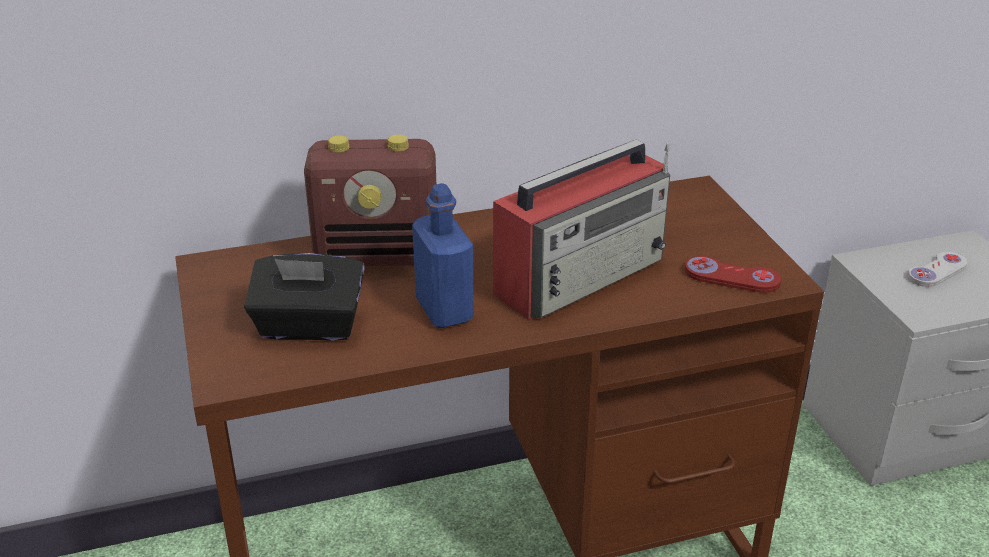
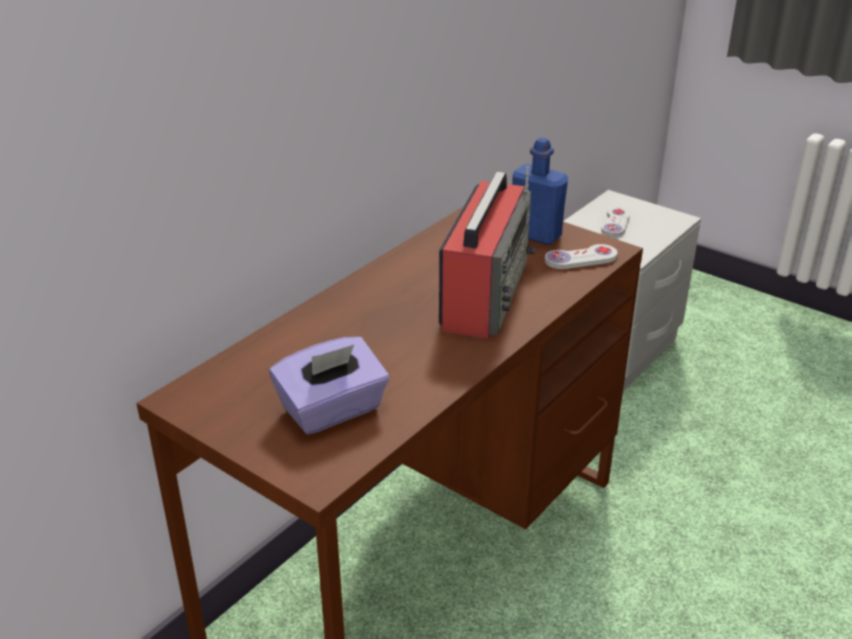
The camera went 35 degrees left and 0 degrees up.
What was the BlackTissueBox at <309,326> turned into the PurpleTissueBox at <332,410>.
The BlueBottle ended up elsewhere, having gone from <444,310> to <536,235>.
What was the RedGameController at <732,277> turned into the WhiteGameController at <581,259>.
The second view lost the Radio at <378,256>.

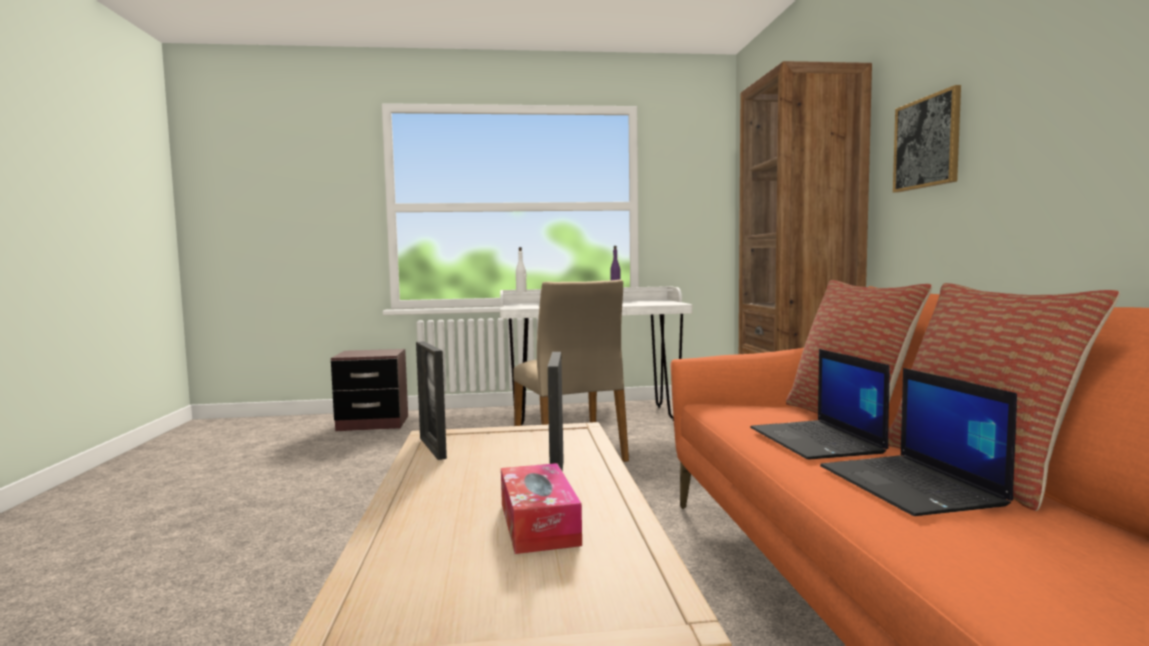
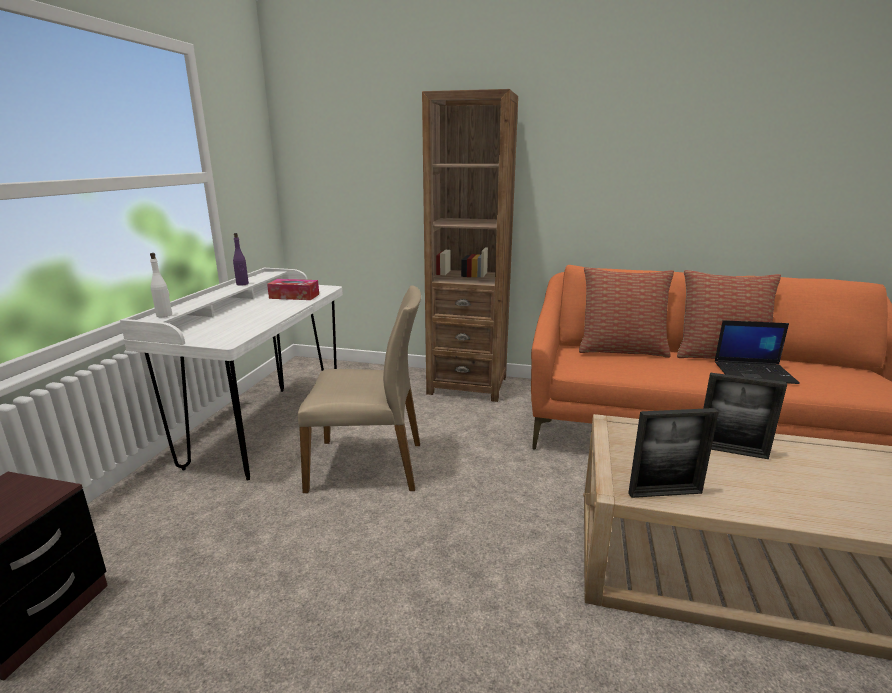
The camera went 70 degrees left and 15 degrees up.
The TissueBox ended up elsewhere, having gone from <538,523> to <294,296>.
The second view lost the Laptop at <817,441>.
The second view lost the Picture at <927,142>.

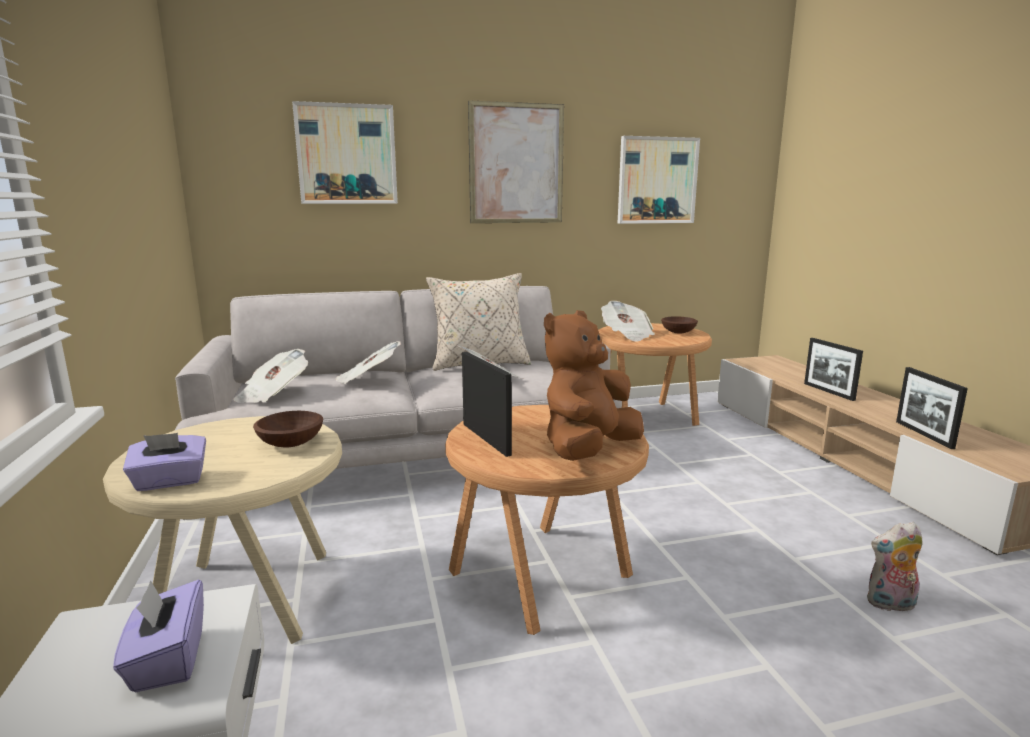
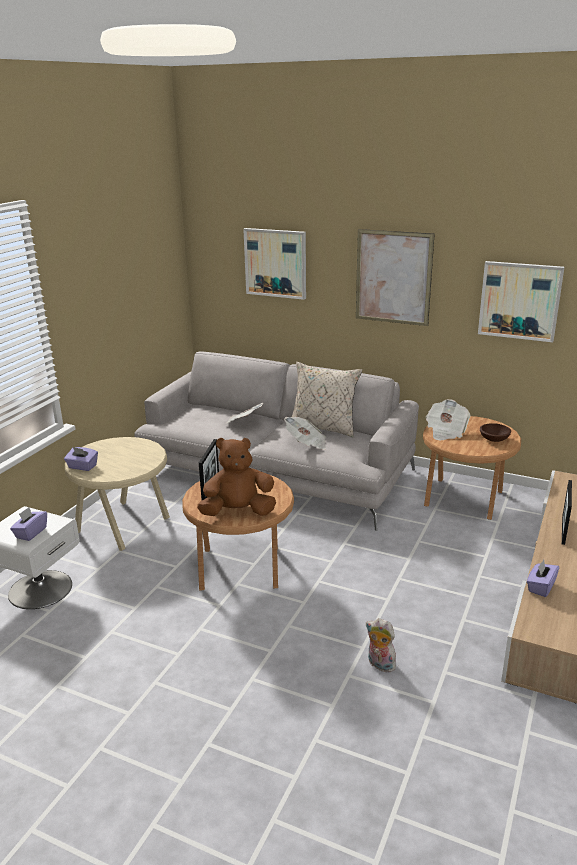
The camera went 40 degrees right and 10 degrees up.
Where the PictureFrame stood at <924,434>, the PurpleTissueBox came to stand at <540,587>.
The second view lost the Newspaper at <273,395>.
The second view lost the BrownBowl at <291,443>.

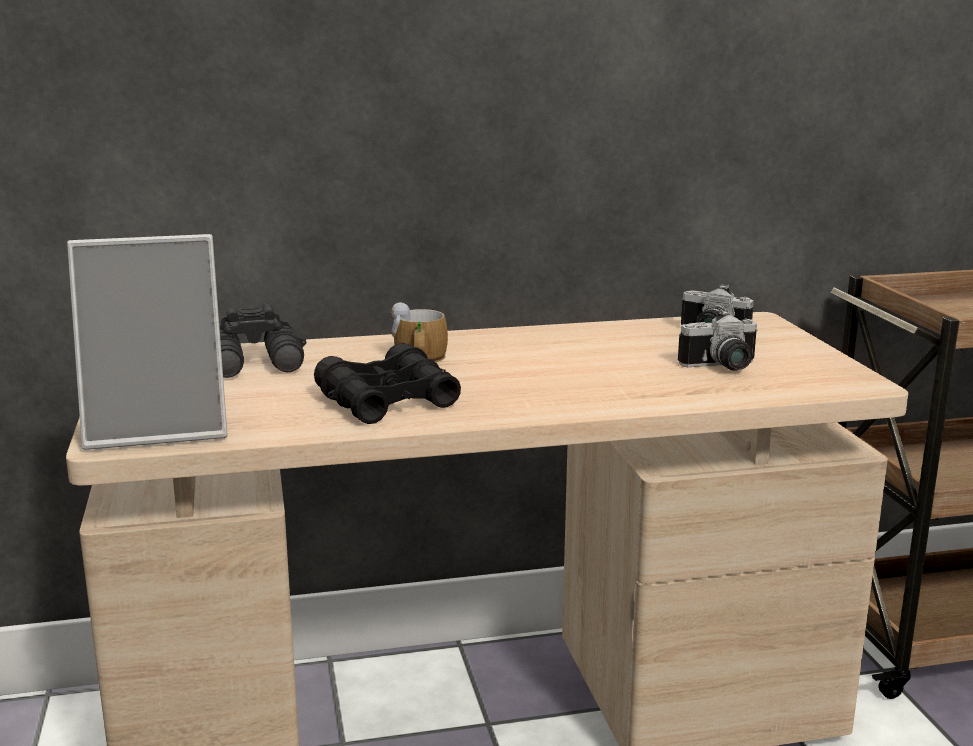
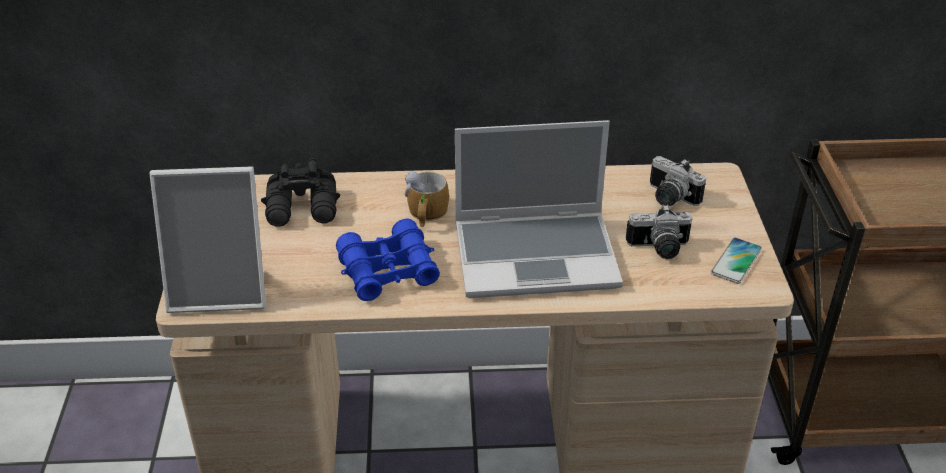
The camera went 10 degrees right and 20 degrees up.
What was the BlackBinoculars at <388,401> turned into the BlueBinoculars at <388,270>.
The second view gained the Laptop at <537,255>.
The second view gained the Phone at <736,261>.

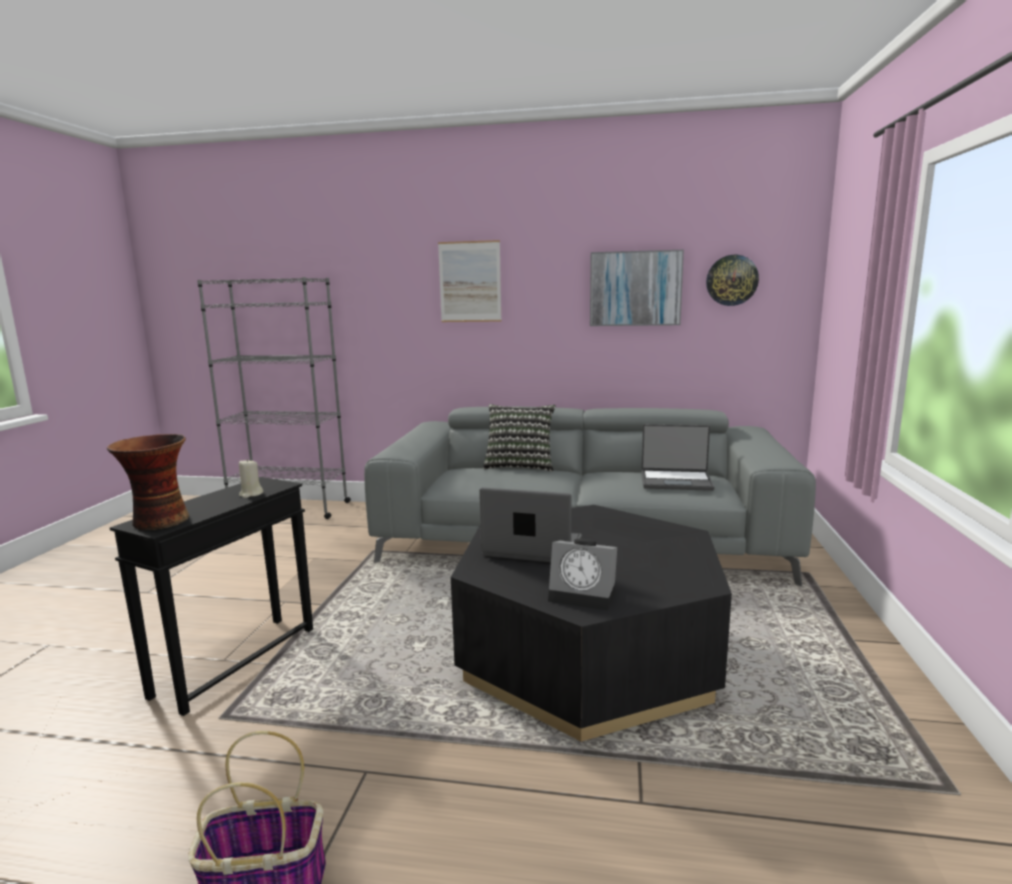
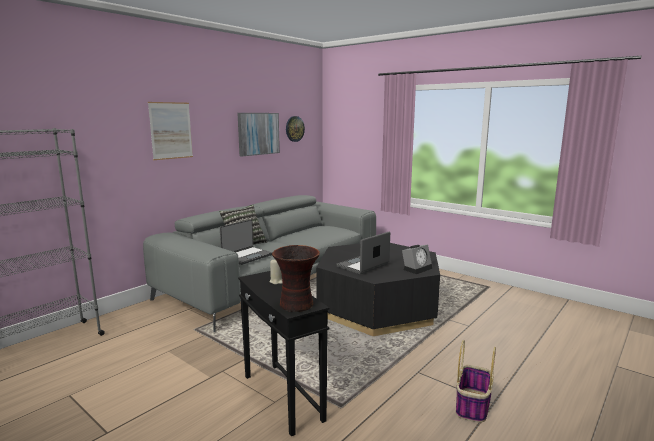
The camera went 60 degrees left and 0 degrees up.
The Laptop ended up elsewhere, having gone from <676,481> to <246,256>.

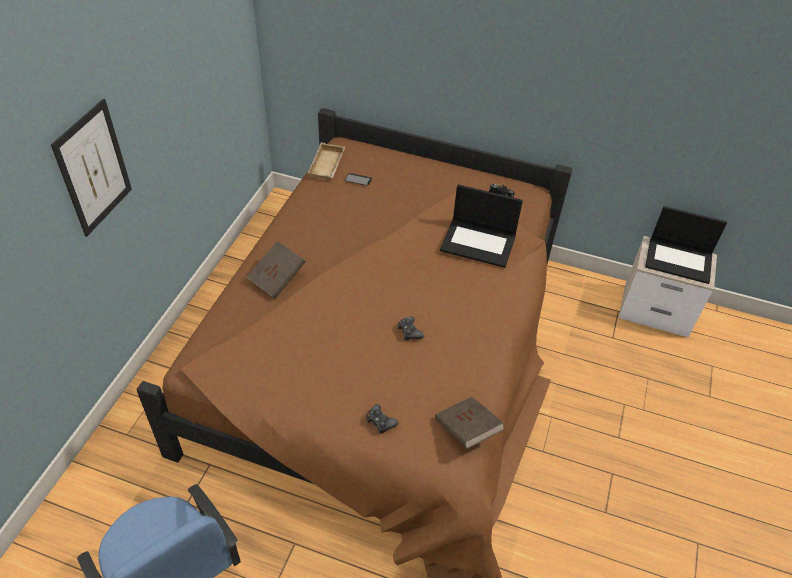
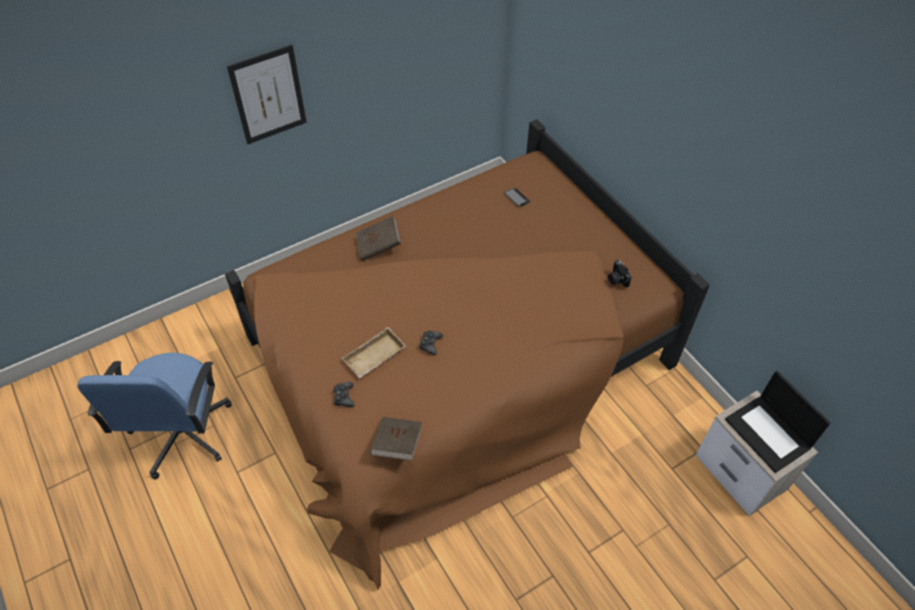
The camera went 40 degrees right and 5 degrees up.
The BeigeTray ended up elsewhere, having gone from <328,165> to <375,357>.
The second view lost the Laptop at <479,243>.

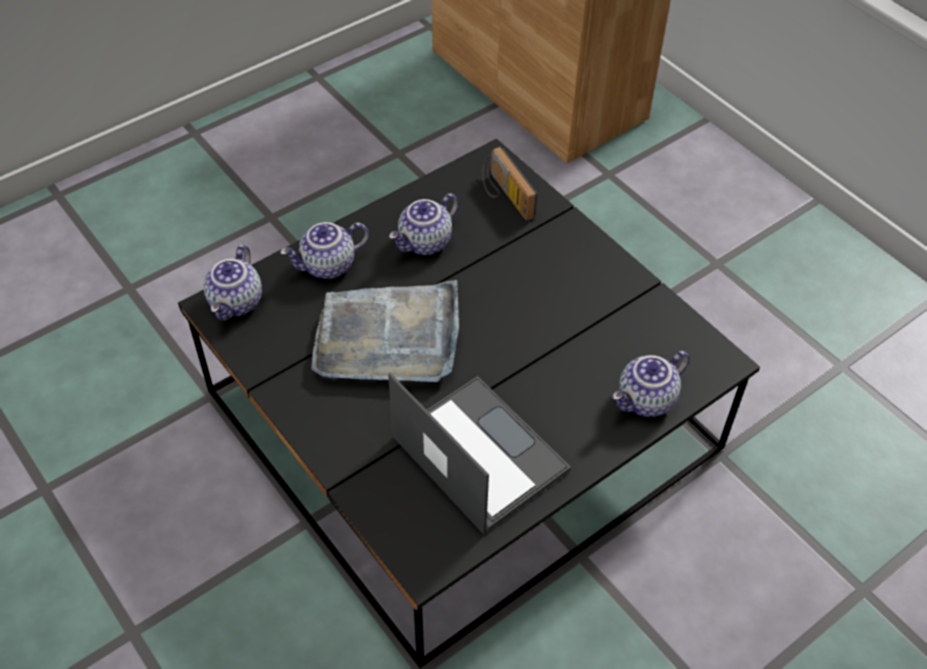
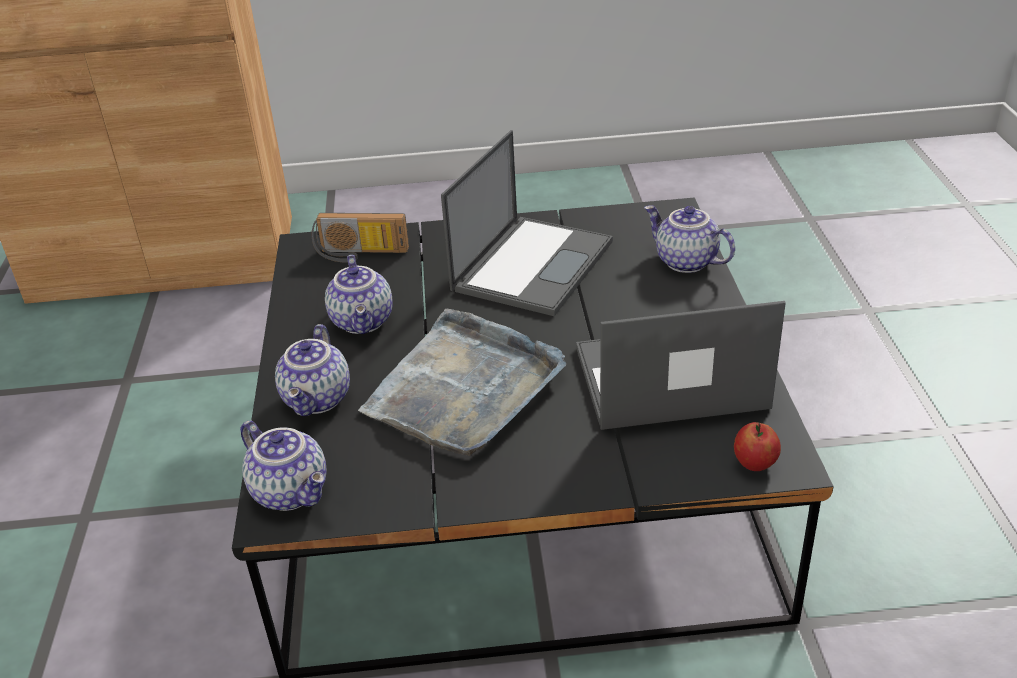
The camera went 55 degrees left and 15 degrees down.
The second view gained the Laptop at <533,264>.
The Teapot at <646,401> ended up facing another way, 135 degrees clockwise from before.
The second view gained the Apple at <755,464>.

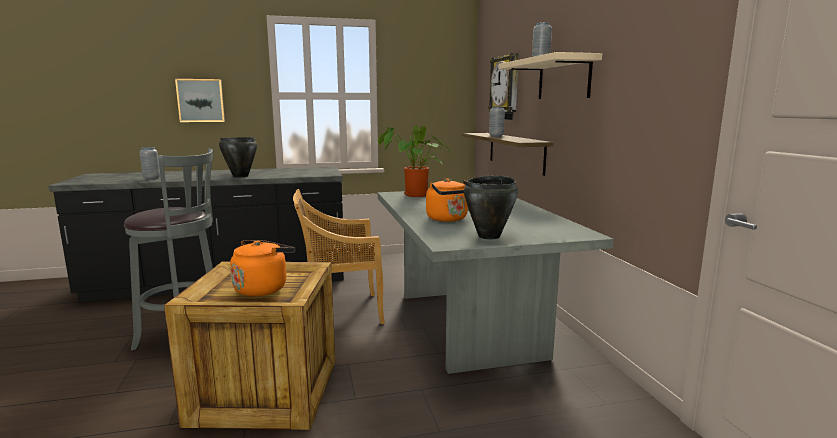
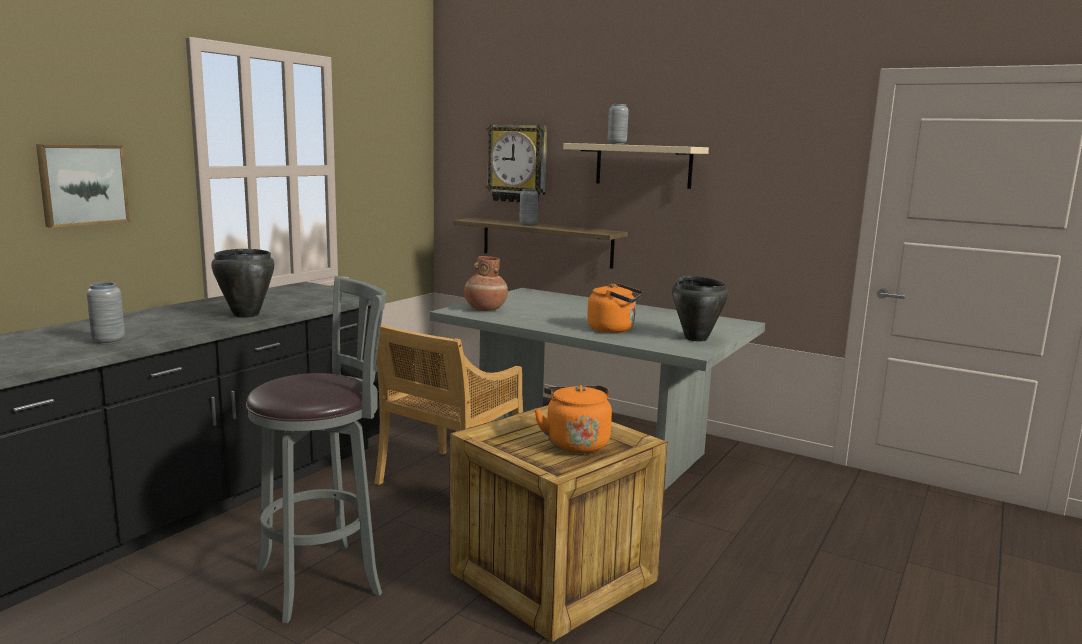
The camera went 45 degrees left and 0 degrees up.
Where the PottedPlant stood at <413,195>, the BrownVase came to stand at <485,309>.

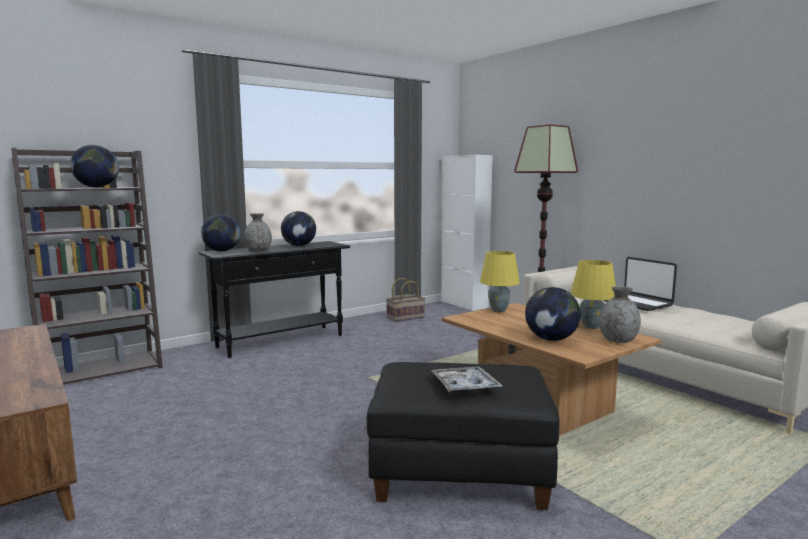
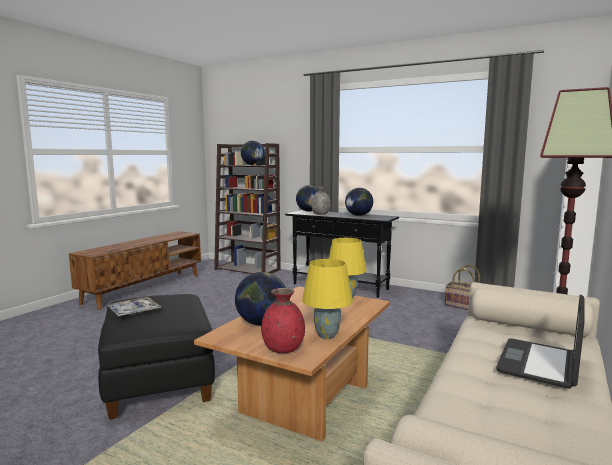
The camera went 65 degrees right and 0 degrees up.
What was the GreyVase at <617,340> turned into the RedVase at <283,349>.

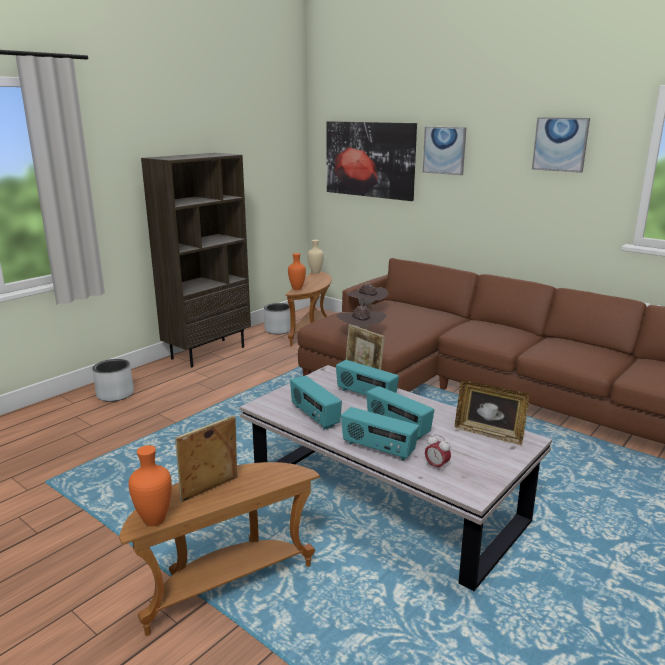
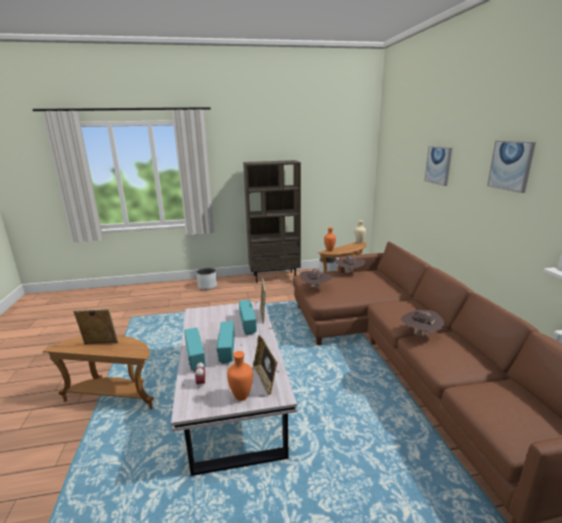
The camera went 40 degrees right and 0 degrees up.
The OrangeVase ended up elsewhere, having gone from <154,521> to <240,397>.
The second view gained the BrownHat at <419,334>.
The second view lost the Radio at <314,416>.
The second view lost the Picture at <370,159>.

